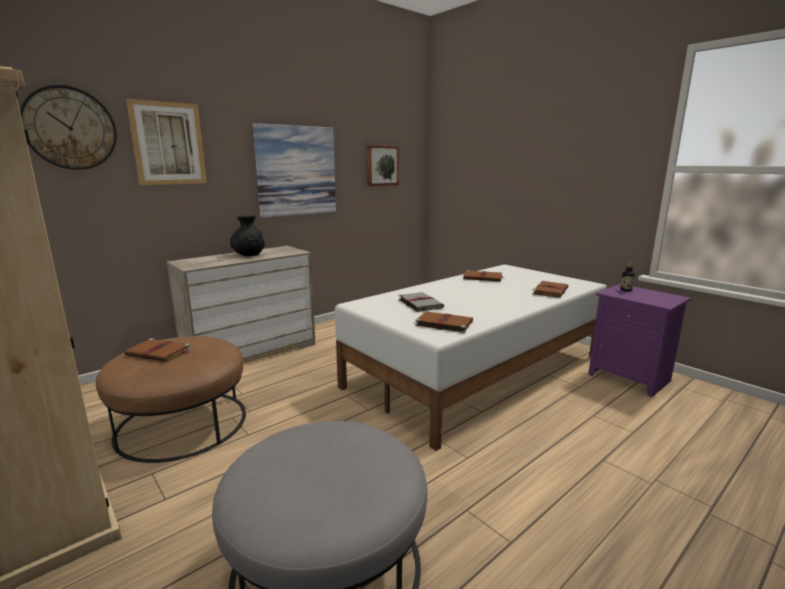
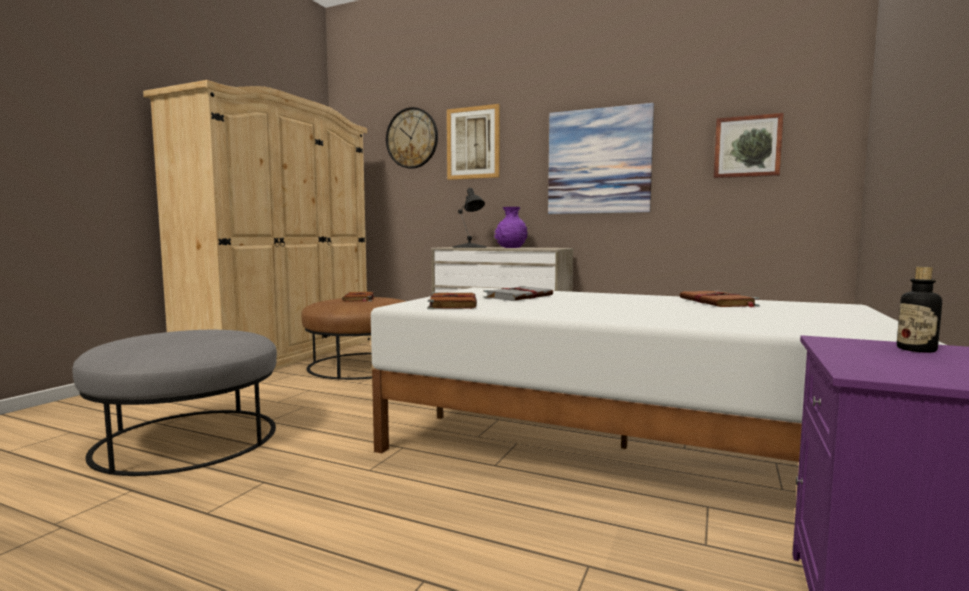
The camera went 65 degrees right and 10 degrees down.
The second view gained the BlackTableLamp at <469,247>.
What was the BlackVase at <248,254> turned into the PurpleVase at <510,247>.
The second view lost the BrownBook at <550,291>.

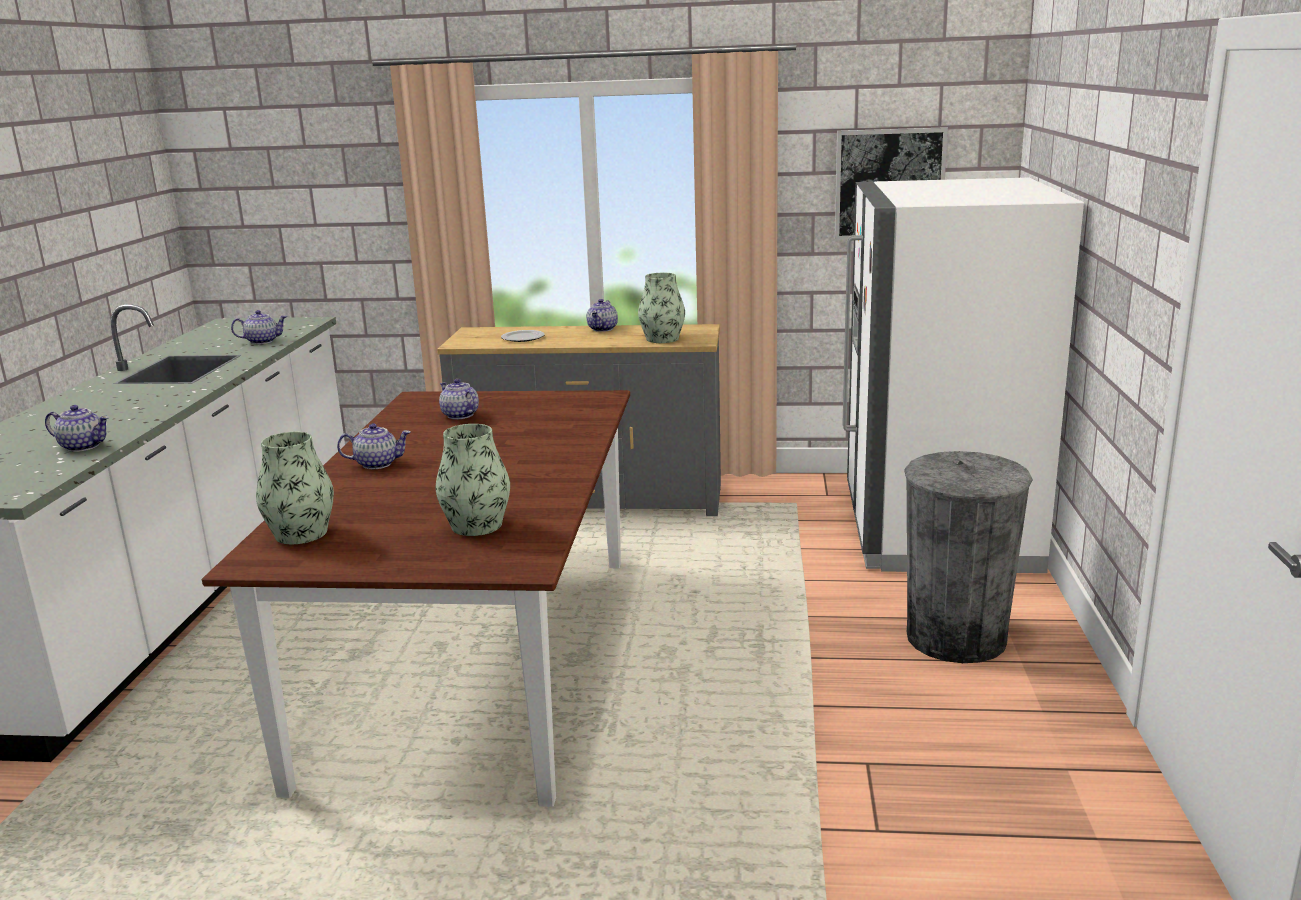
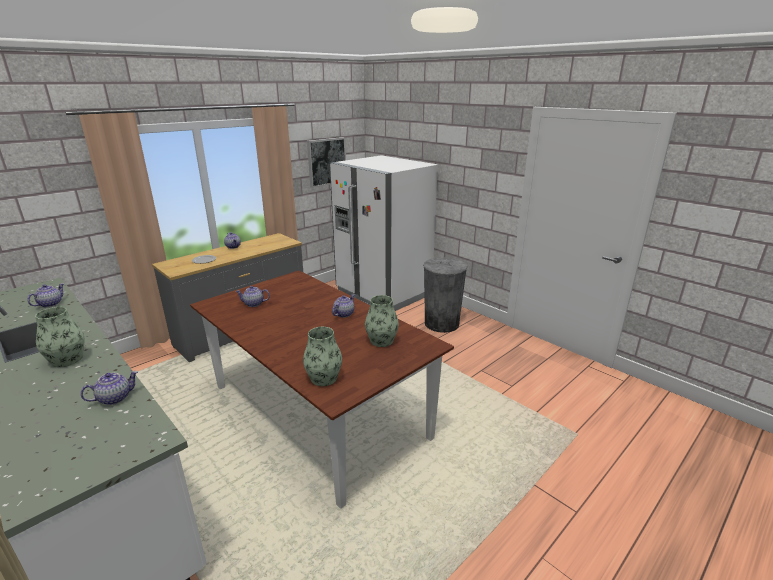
The camera went 50 degrees left and 5 degrees up.
The Vase ended up elsewhere, having gone from <662,339> to <67,359>.
The Teapot ended up elsewhere, having gone from <377,464> to <344,314>.

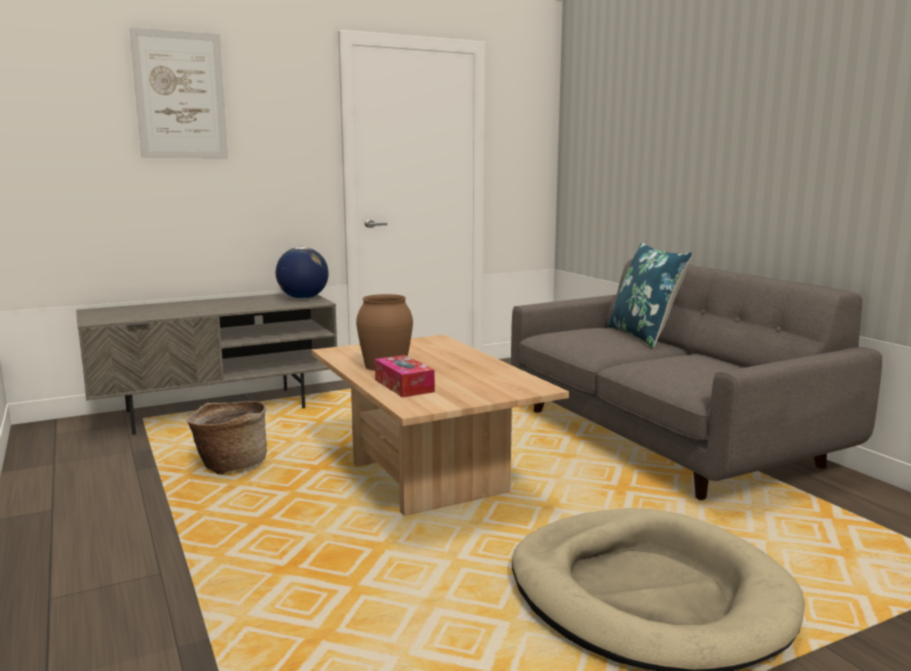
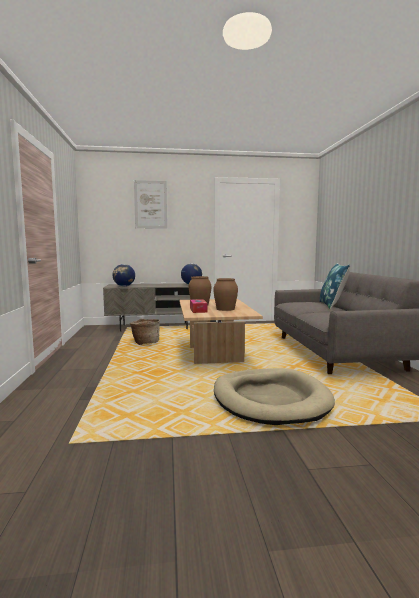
The camera went 20 degrees right and 5 degrees down.
The second view gained the Globe at <124,286>.
The second view gained the BrownVase at <225,309>.

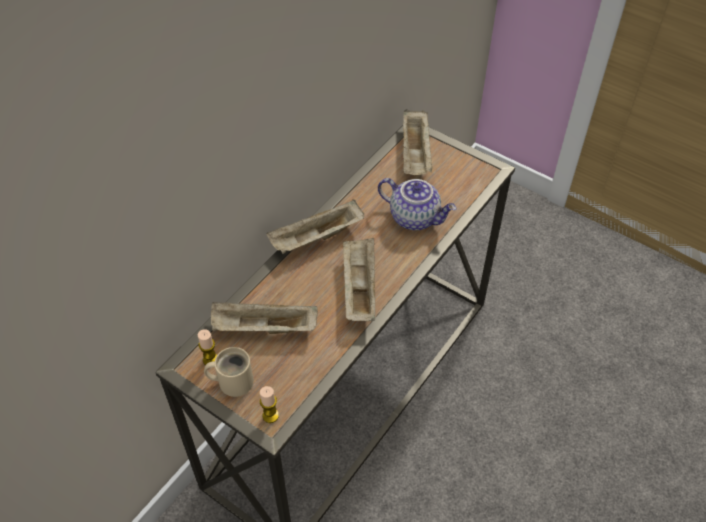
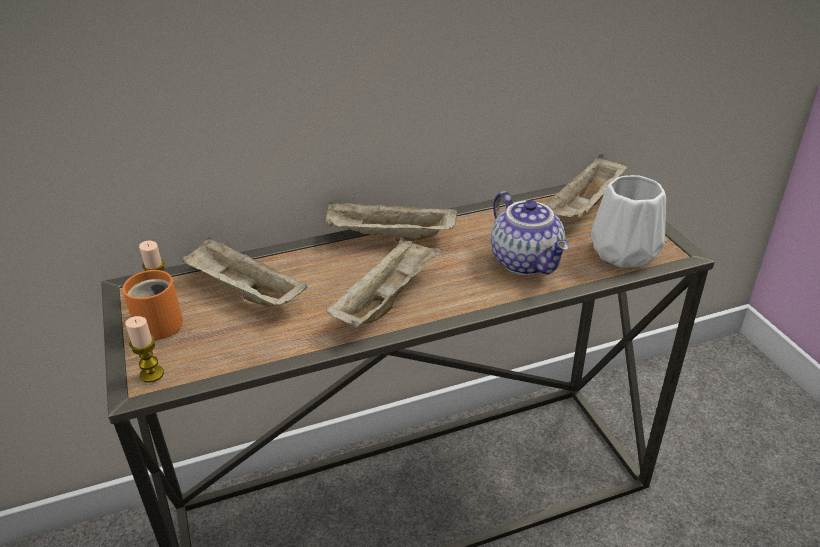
The camera went 35 degrees right and 15 degrees down.
What was the BeigeMug at <232,380> turned into the OrangeMug at <157,322>.
The second view gained the WhiteVase at <622,253>.

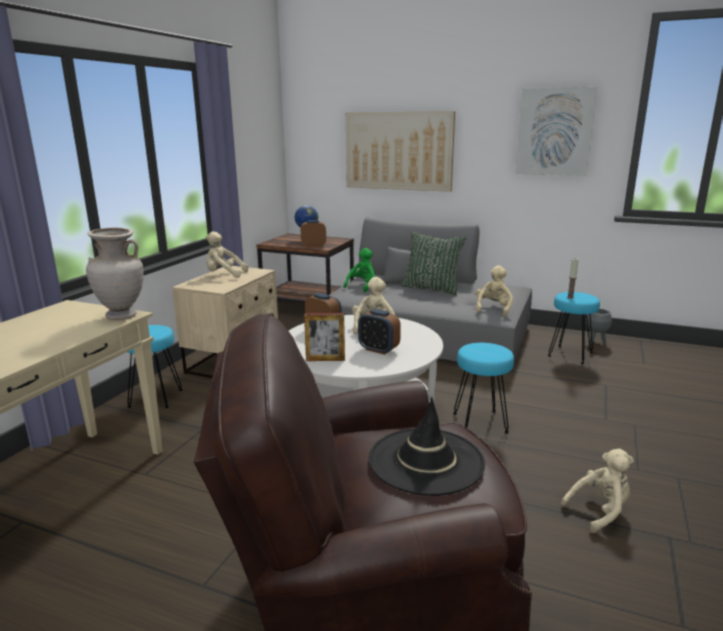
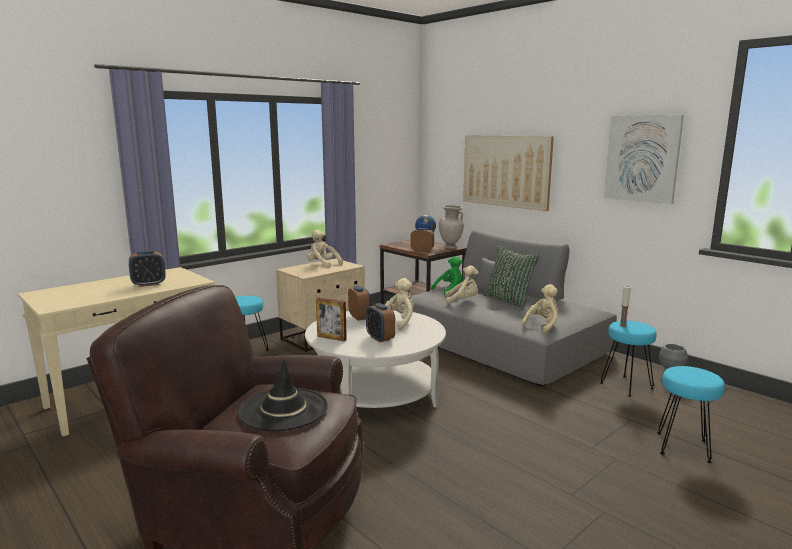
The camera went 25 degrees right and 5 degrees down.
The second view gained the AlarmClock at <149,284>.
The BeigeVase ended up elsewhere, having gone from <122,316> to <450,247>.
The BeigePlushToy ended up elsewhere, having gone from <600,511> to <463,301>.
The TurquoiseStool ended up elsewhere, having gone from <481,423> to <684,448>.

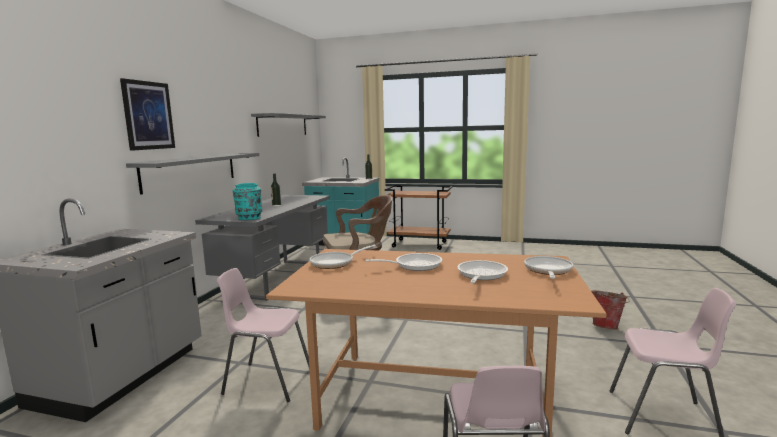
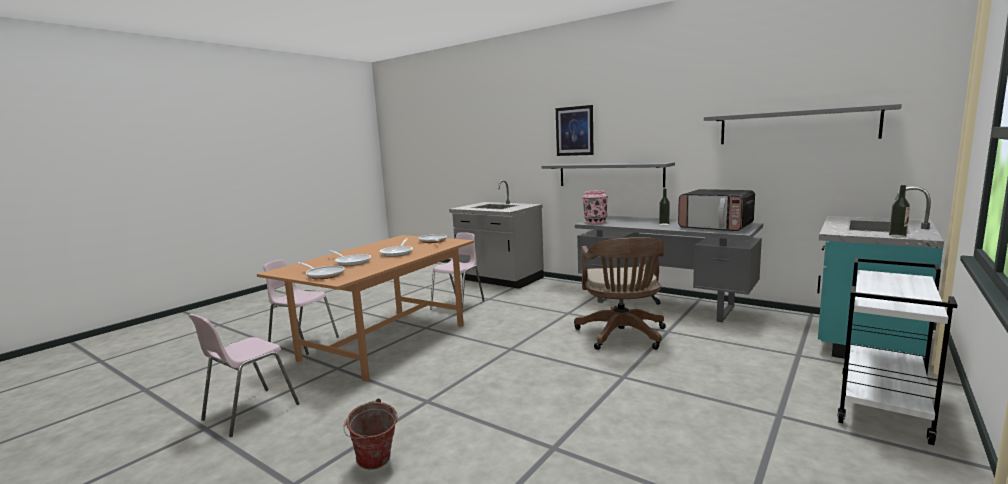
The camera went 110 degrees right and 0 degrees up.
What was the TurquoiseVase at <249,218> turned into the PinkVase at <595,222>.
The second view gained the Microwave at <716,227>.
What was the BrownCart at <420,244> turned into the WhiteCart at <884,407>.

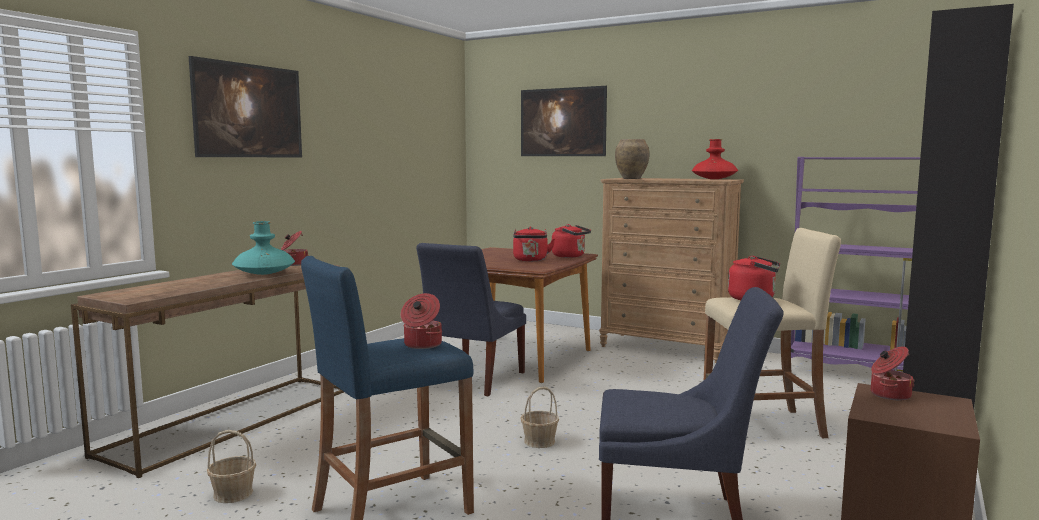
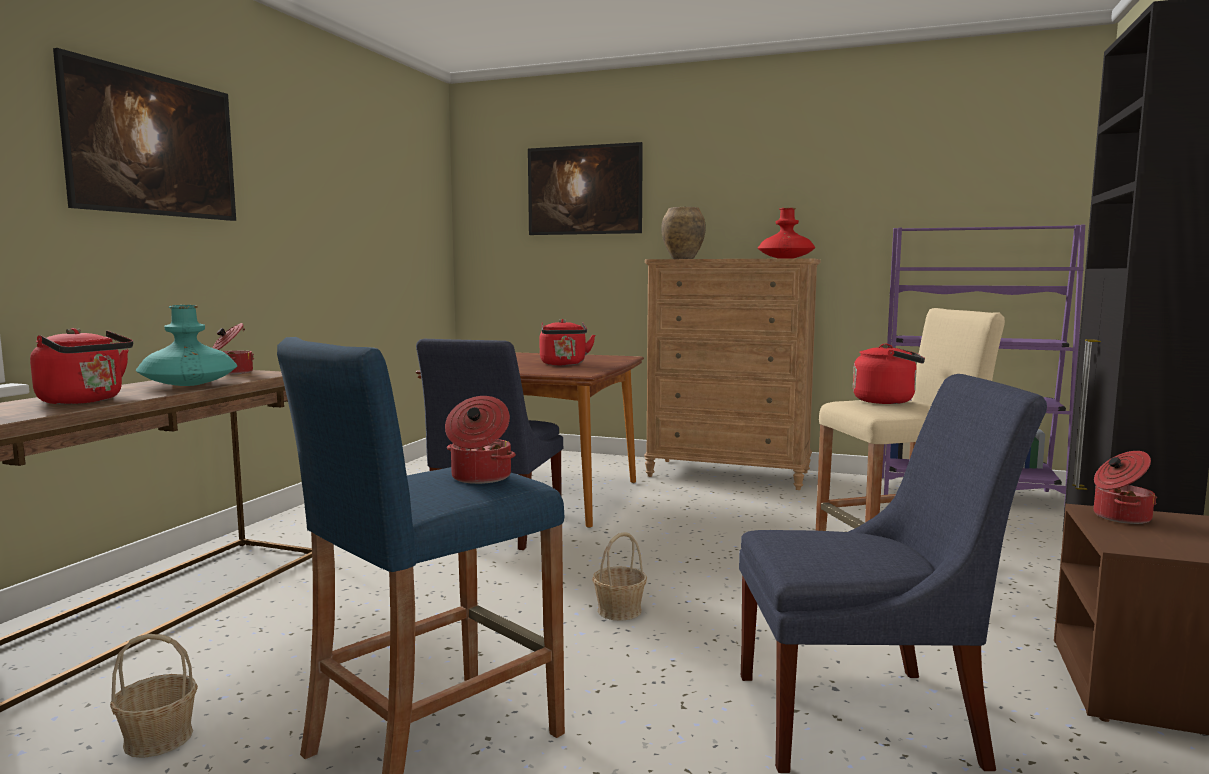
The camera went 10 degrees left and 0 degrees up.
The RedKettle ended up elsewhere, having gone from <570,256> to <85,401>.

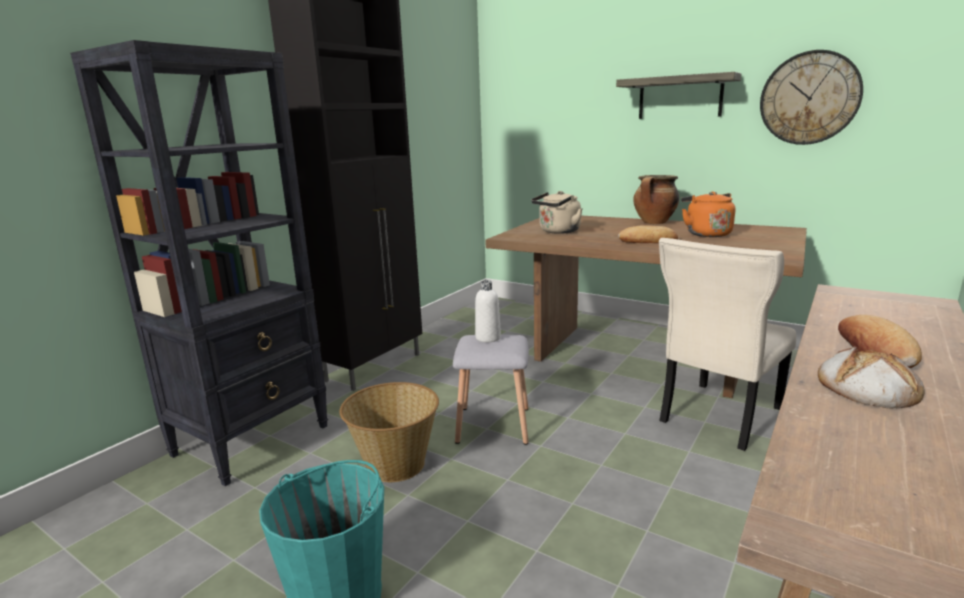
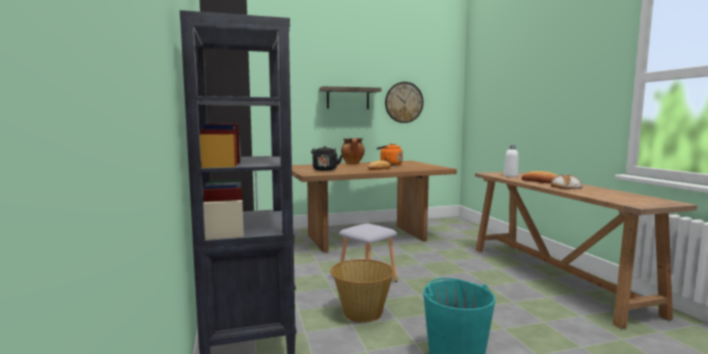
The camera went 50 degrees left and 10 degrees down.
What was the BeigeKettle at <558,231> turned into the BlackKettle at <325,170>.
The WhiteBottle ended up elsewhere, having gone from <488,338> to <510,176>.
The second view lost the BeigeChair at <717,416>.

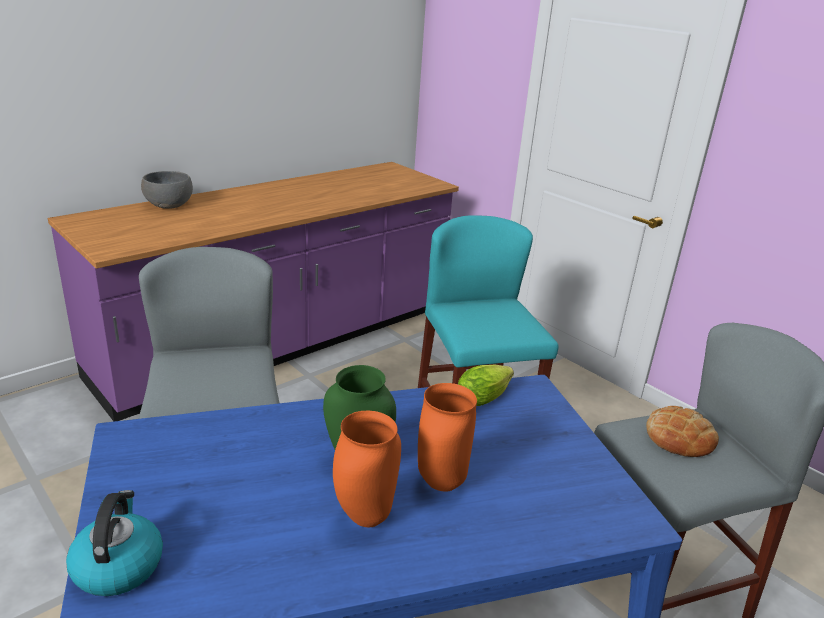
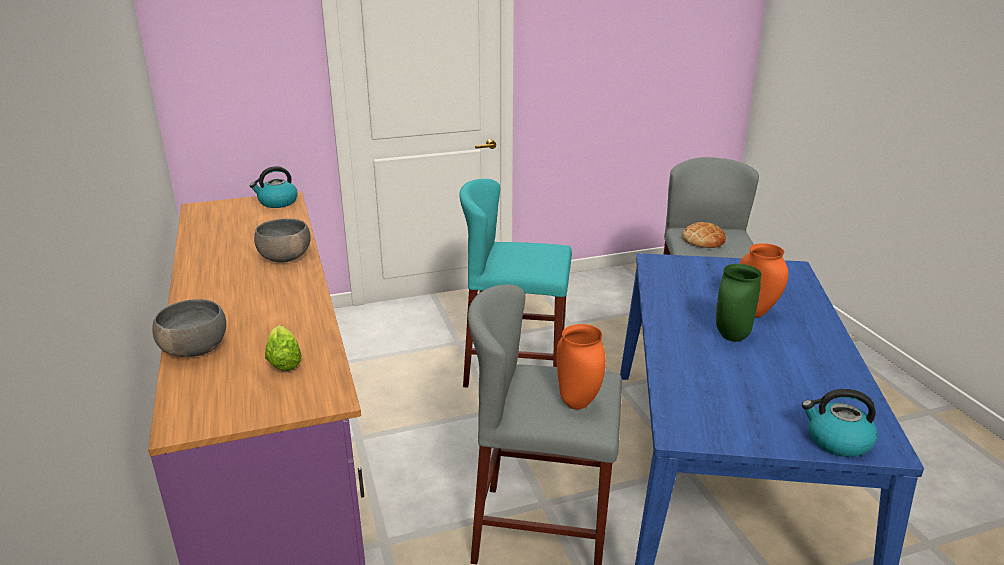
The camera went 65 degrees left and 0 degrees up.
The second view gained the Kettle at <277,202>.
The second view gained the GreyBowl at <285,257>.
The Lettuce ended up elsewhere, having gone from <486,396> to <284,359>.
The OrangeVase ended up elsewhere, having gone from <366,518> to <579,403>.

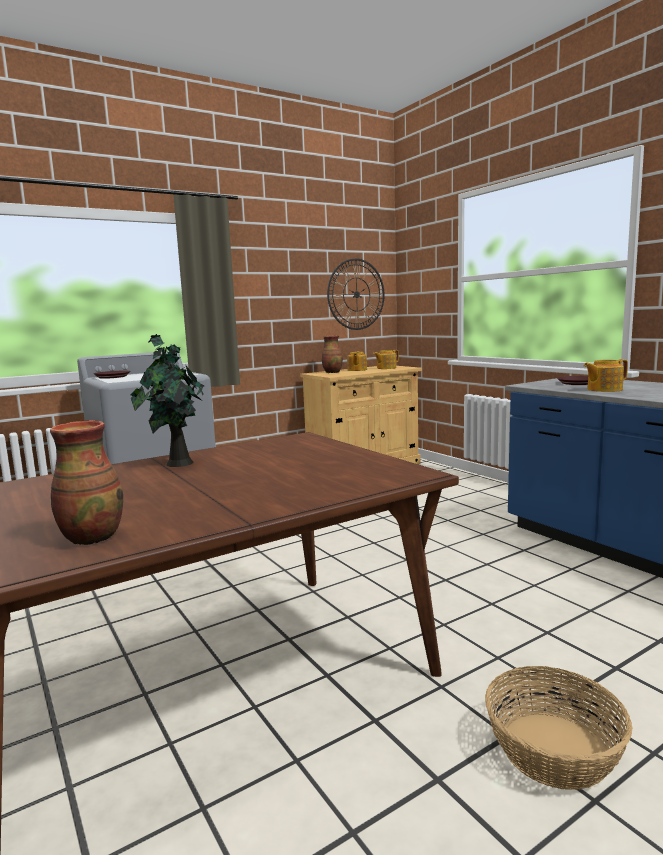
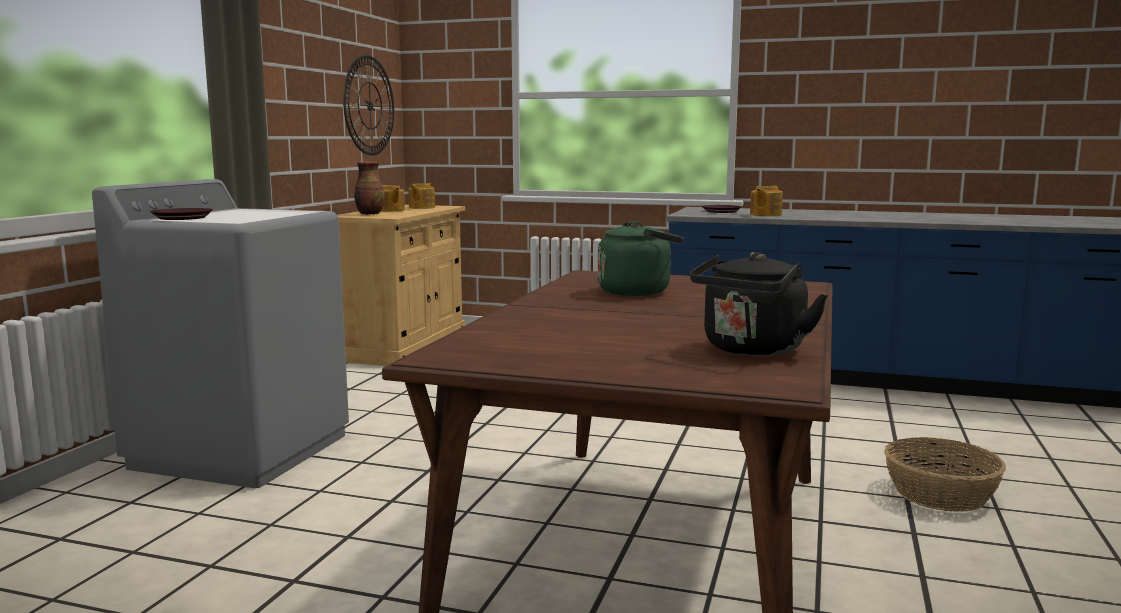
The camera went 40 degrees left and 0 degrees up.
The second view gained the GreenKettle at <638,291>.
Where the Vase stood at <91,537>, the BlackKettle came to stand at <751,350>.
The second view lost the PottedPlant at <177,463>.

